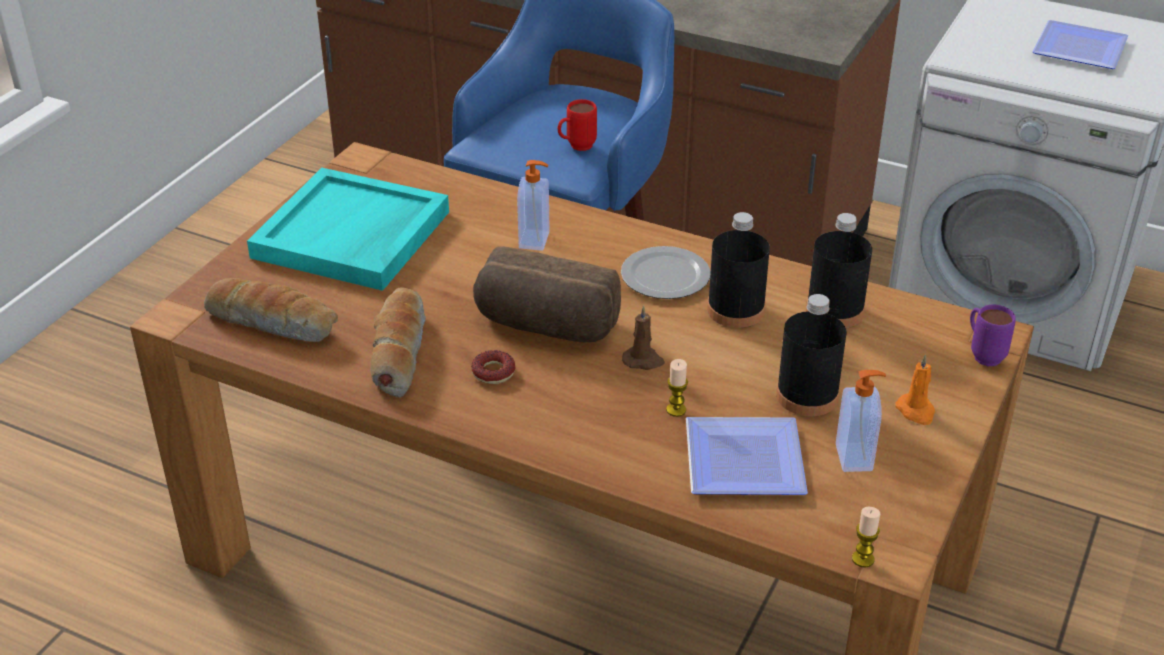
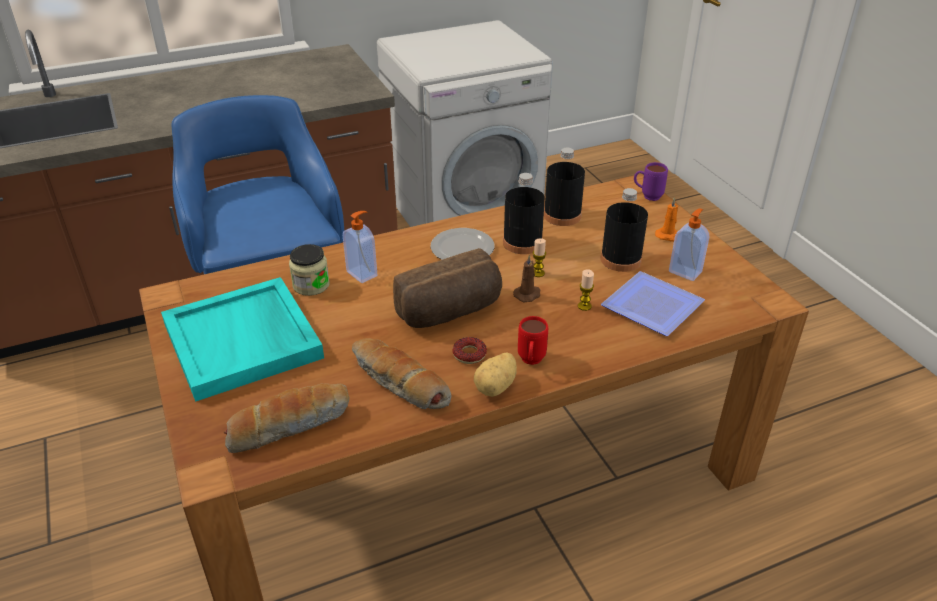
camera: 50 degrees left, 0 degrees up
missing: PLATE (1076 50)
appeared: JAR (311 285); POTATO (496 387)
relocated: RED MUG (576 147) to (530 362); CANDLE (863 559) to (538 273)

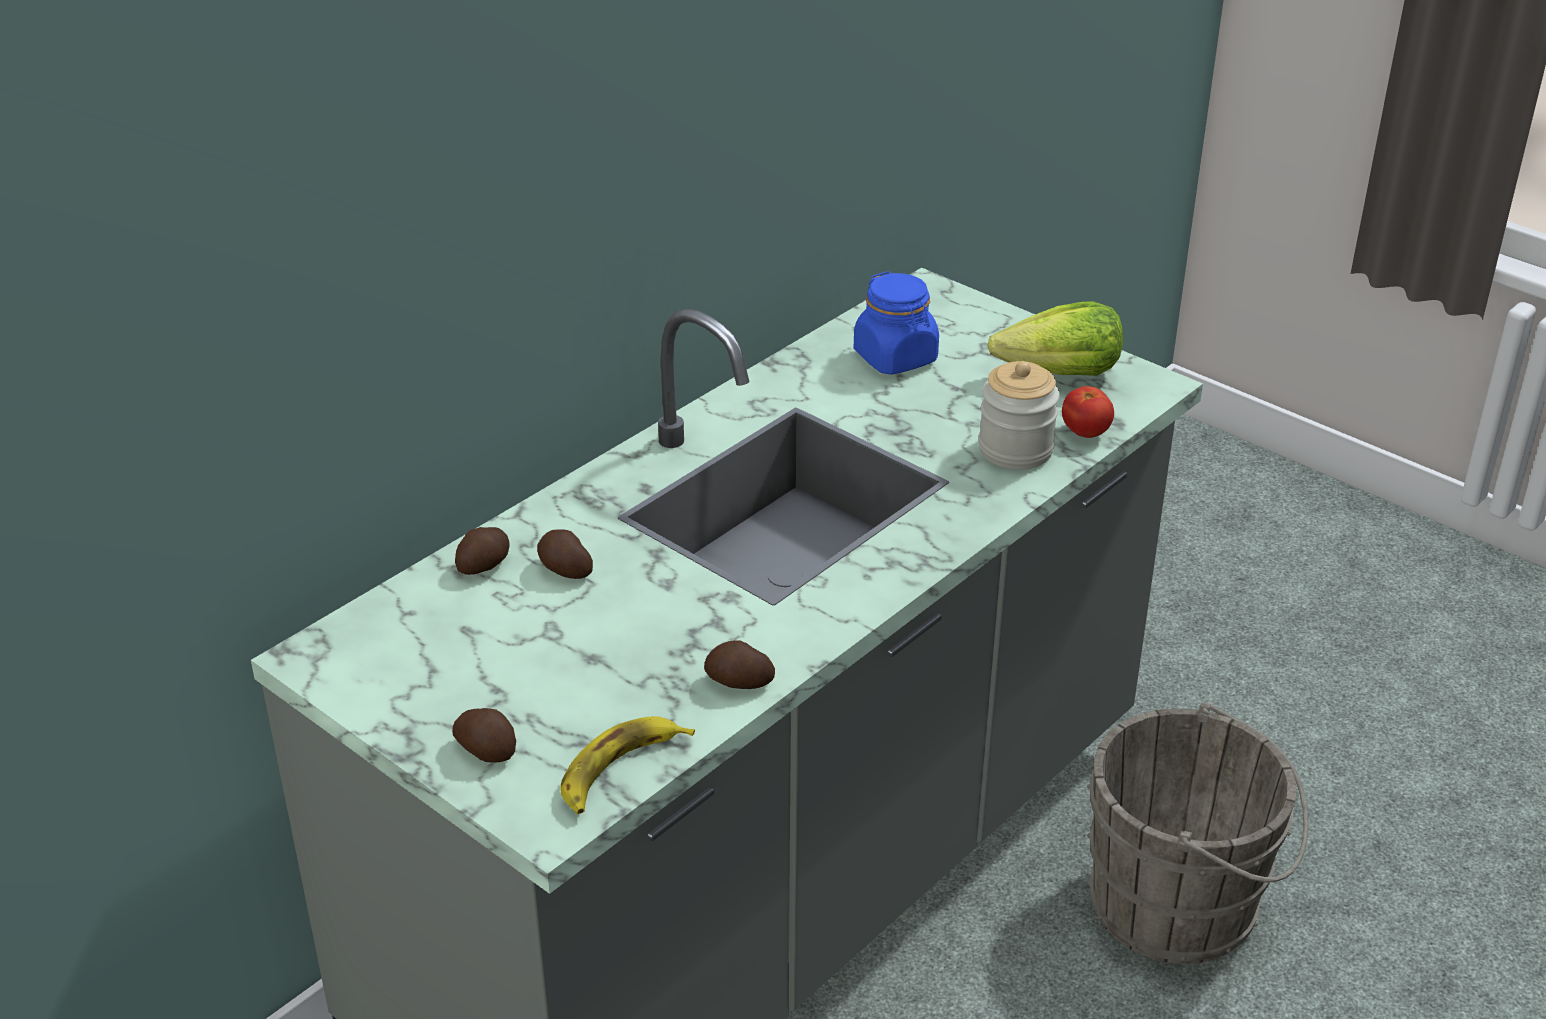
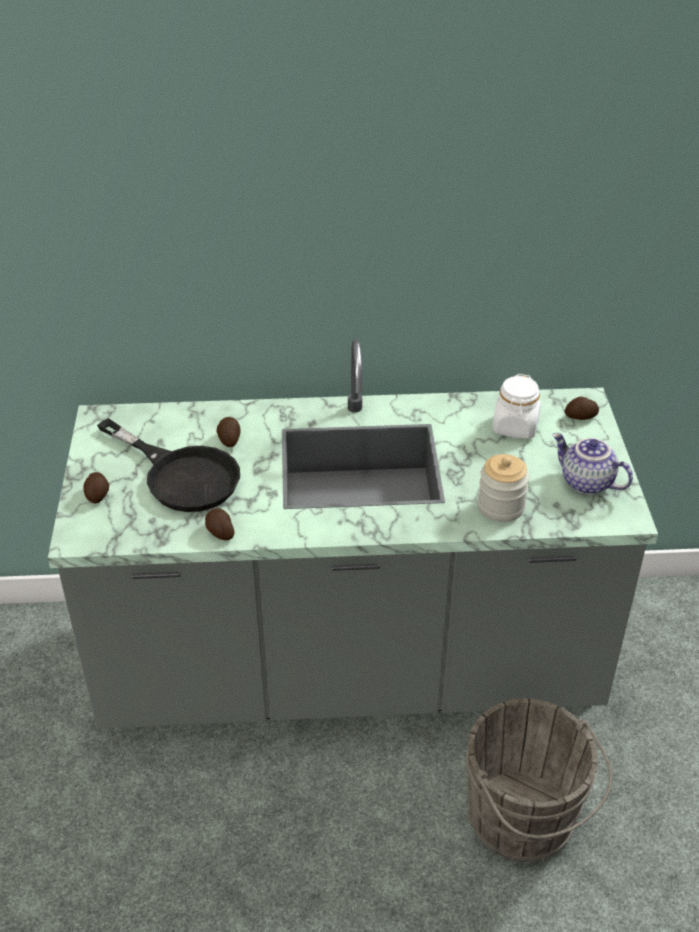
camera: 45 degrees right, 5 degrees up
missing: TOMATO (1085 432); BANANA (619 771)
appeared: BLACK FRYING PAN (181 475)
relocated: POTATO (485 565) to (581 417)
exchanged: LETTUCE (1059 374) to TEAPOT (585 483)
colour: BLUE JAR (896 358) to WHITE JAR (515 426)

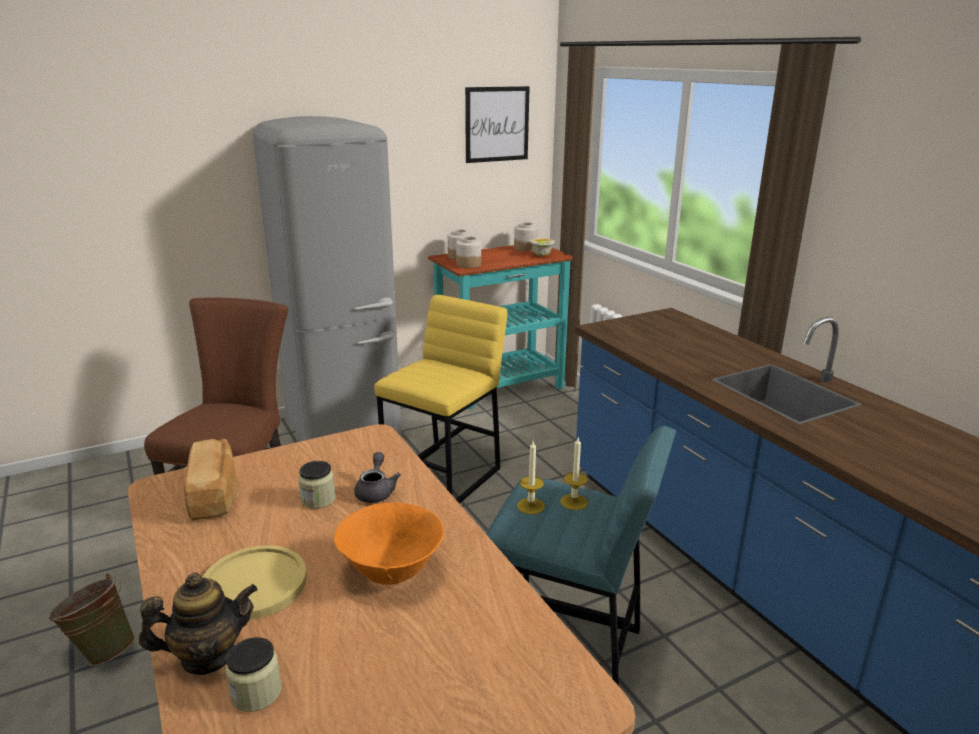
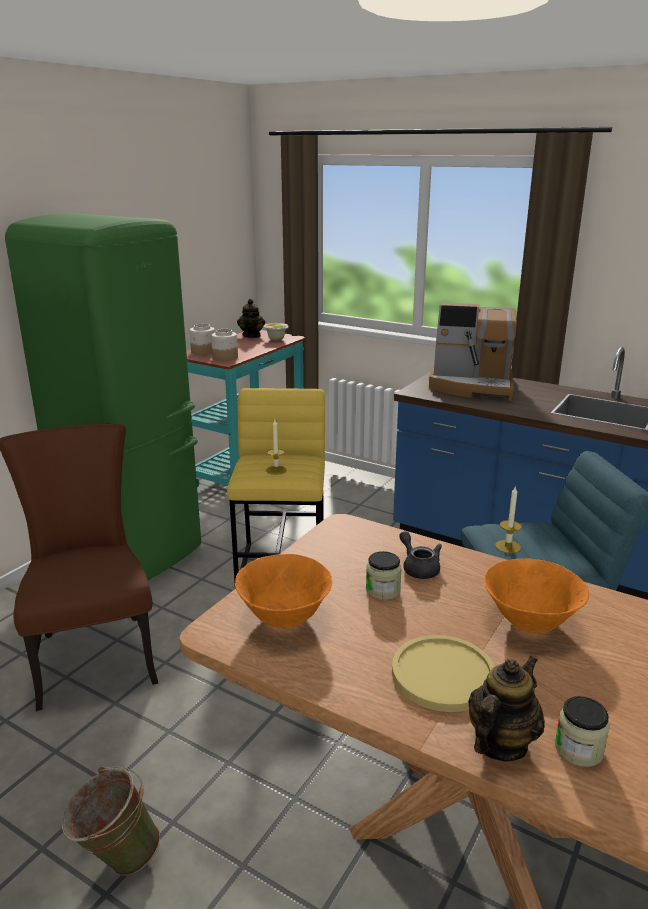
camera: 30 degrees left, 0 degrees up
missing: PICTURE (497 124)
appeared: COFFEE MACHINE (472 386)
relocated: CANDLE (574 502) to (276 470)
exchanged: JAR (525 248) to TEAPOT (252 336); BREAD (215 495) to ORANGE BOWL (284 619)
colour: GREY FRIDGE (346 428) to GREEN FRIDGE (137 552)

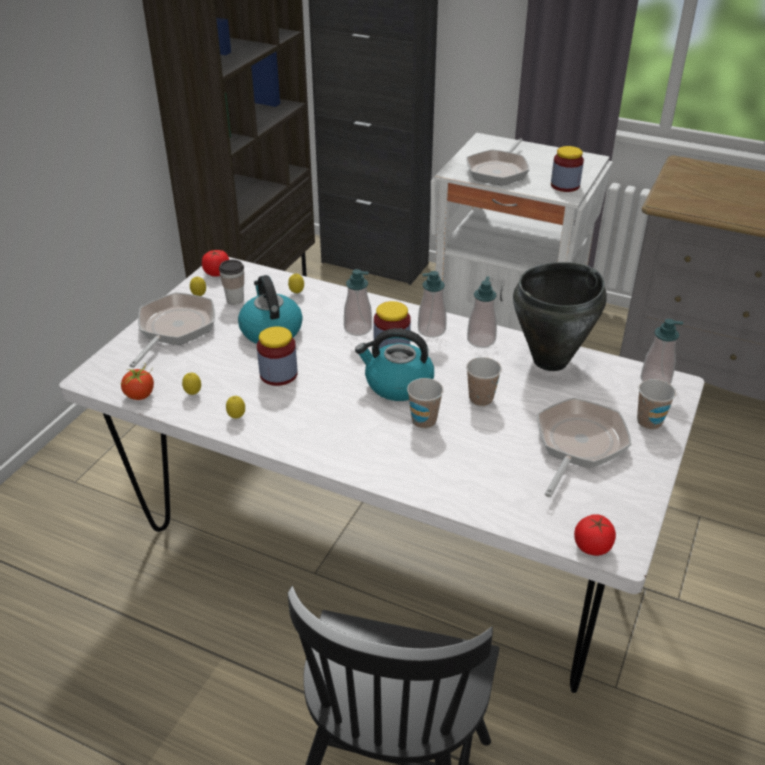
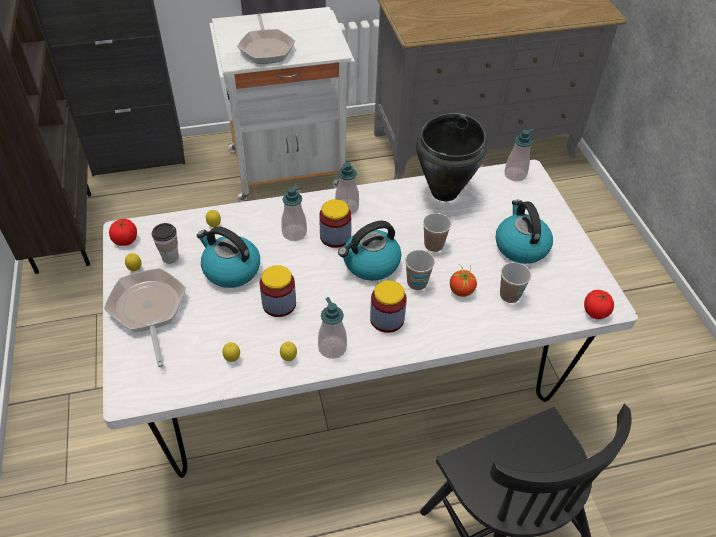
camera: 40 degrees left, 10 degrees up
relocated: JAR (565 185) to (387 319); SOAP DISPENSER (481 340) to (332 348); TOMATO (140 395) to (461 290); CUP (649 422) to (509 295)
exchanged: FRYING PAN (578 445) to KETTLE (520 246)

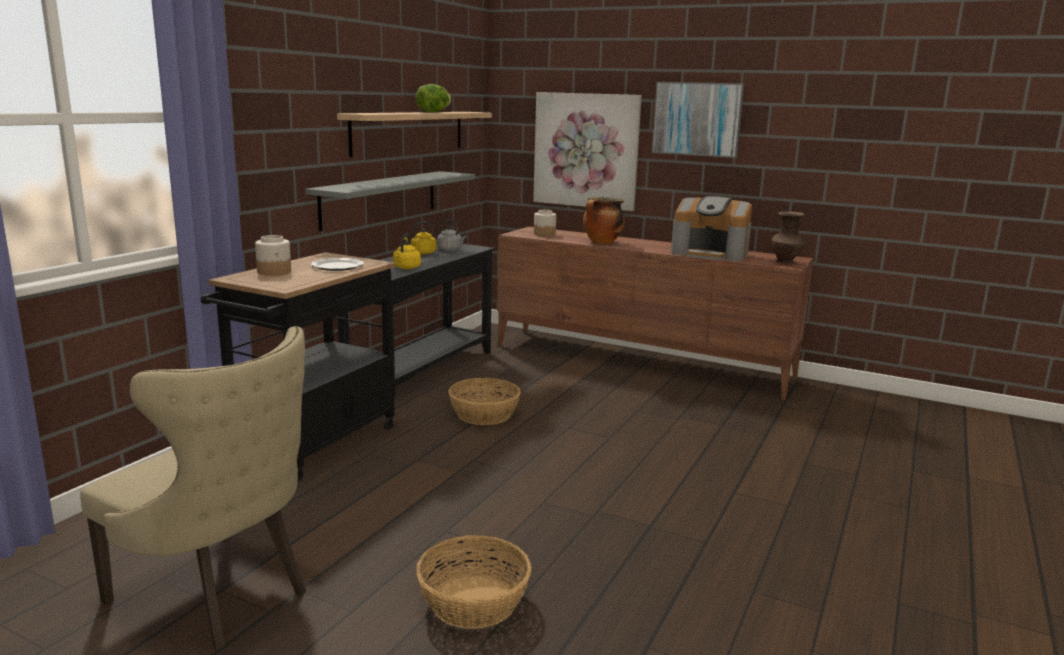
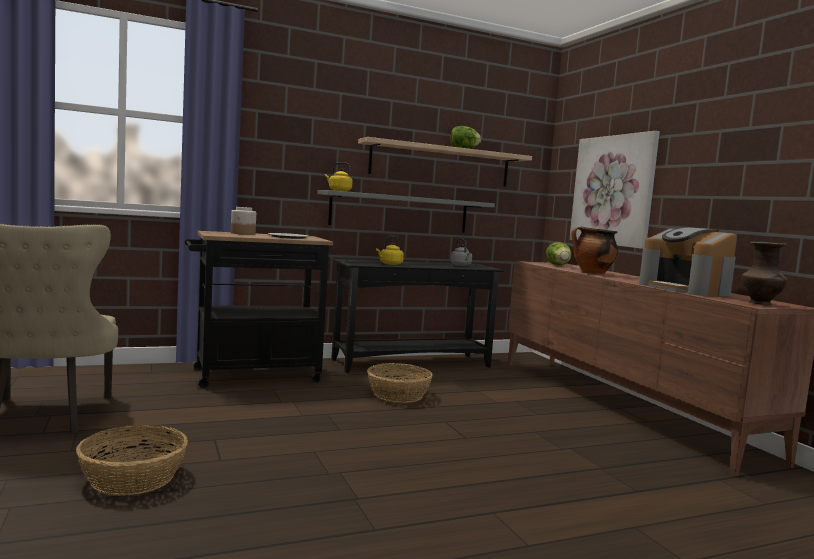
camera: 40 degrees right, 10 degrees down
missing: PICTURE (697 119)
relocated: YELLOW KETTLE (422 253) to (338 191)
exchanged: JAR (544 234) to LETTUCE (558 265)

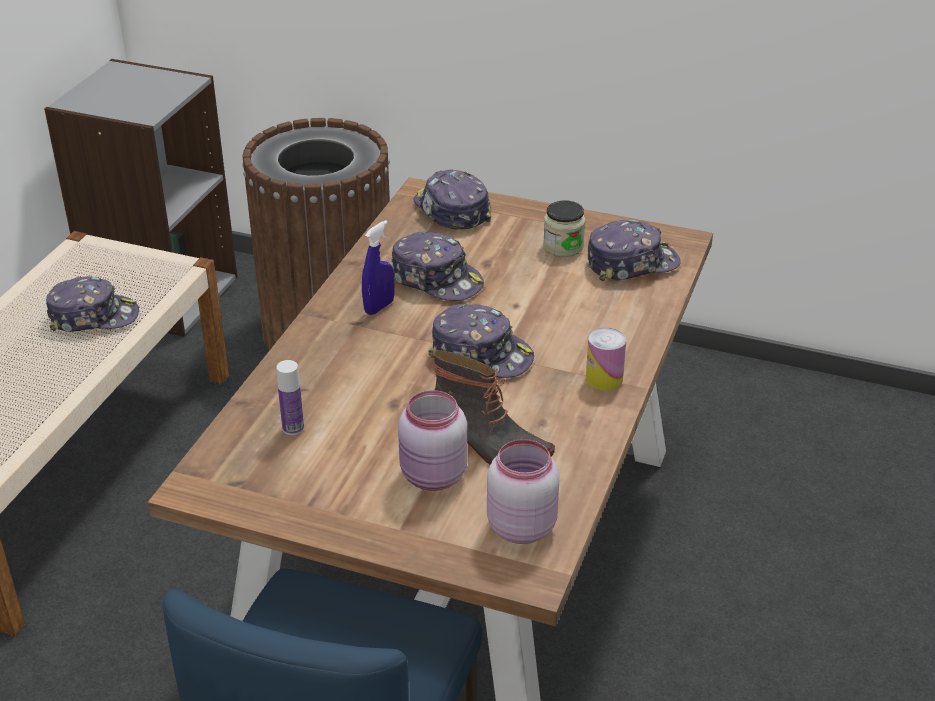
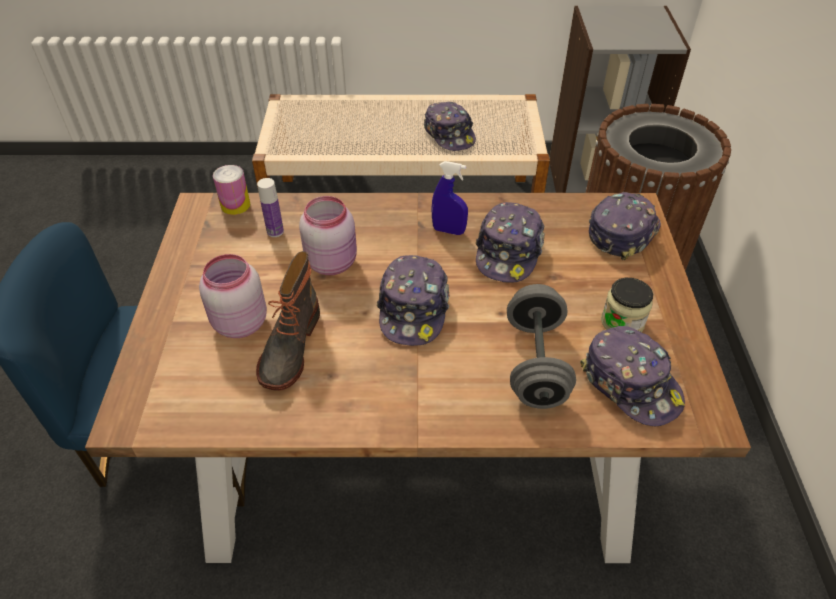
camera: 70 degrees right, 10 degrees up
appeared: GREY DUMBBELL (535 363)
relocated: CAN (604 378) to (235 205); PINK JAR (520 525) to (333 262)

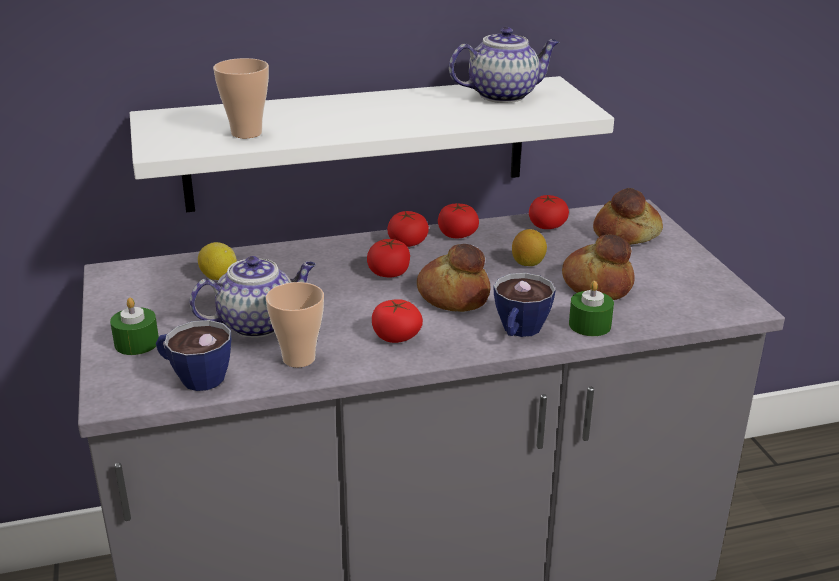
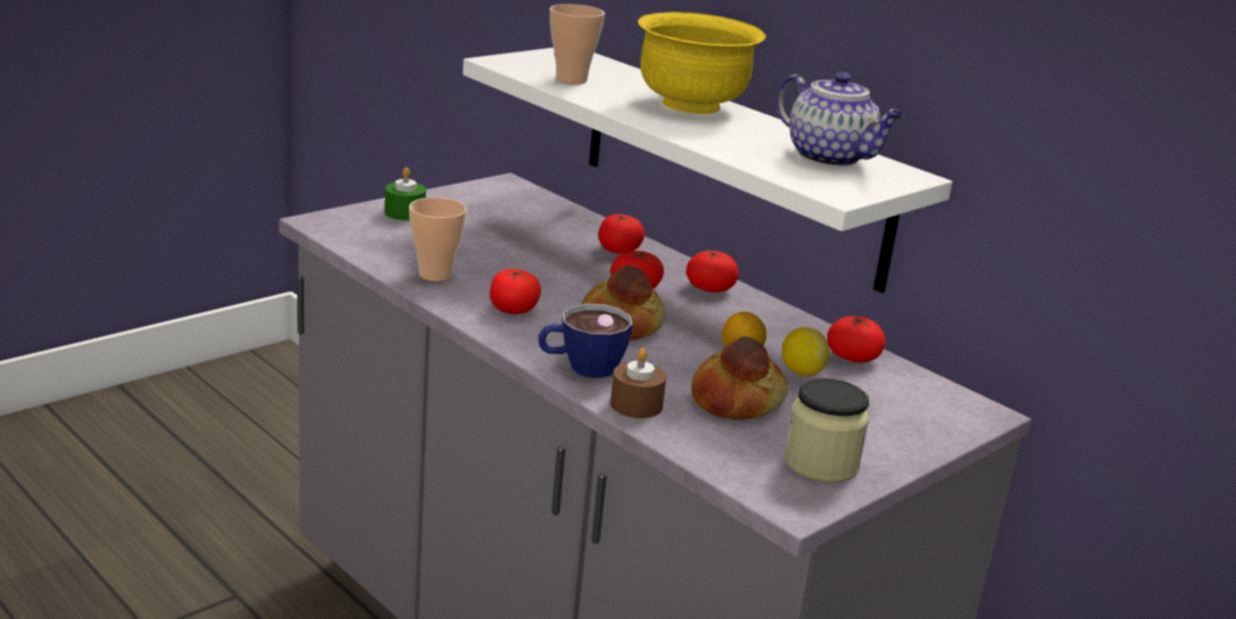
camera: 60 degrees right, 5 degrees down
missing: BREAD (626 234); TEAPOT (258 323); CUP (194 377)
appeared: YELLOW BOWL (691 106); JAR (821 464)
relocated: TOMATO (457 234) to (619 250); LEMON (218 277) to (801 372)
colour: GREEN CANDLE (589 325) to BROWN CANDLE (636 405)

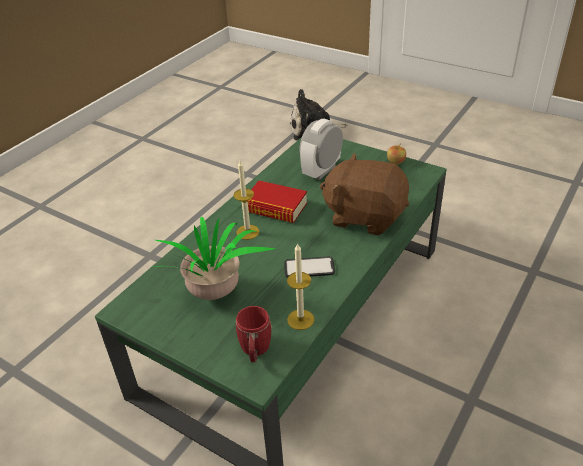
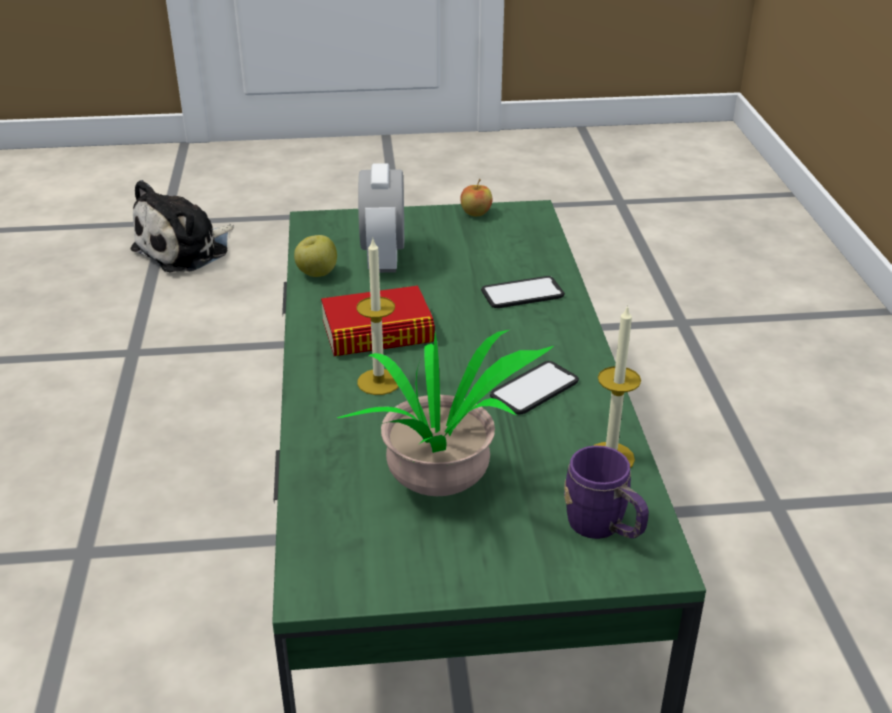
camera: 40 degrees left, 5 degrees down
appeared: APPLE (316 274)
exchanged: BROWN PLUSH TOY (365 216) to PHONE (522 293)
colour: RED MUG (255 351) to PURPLE MUG (604 529)

